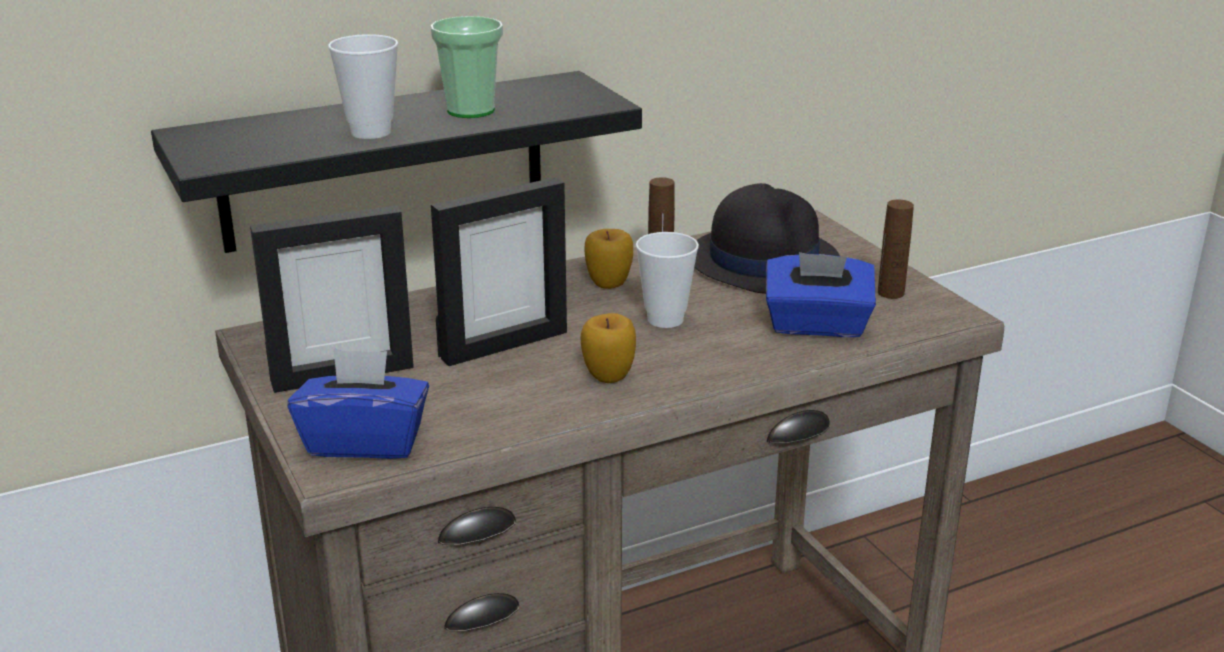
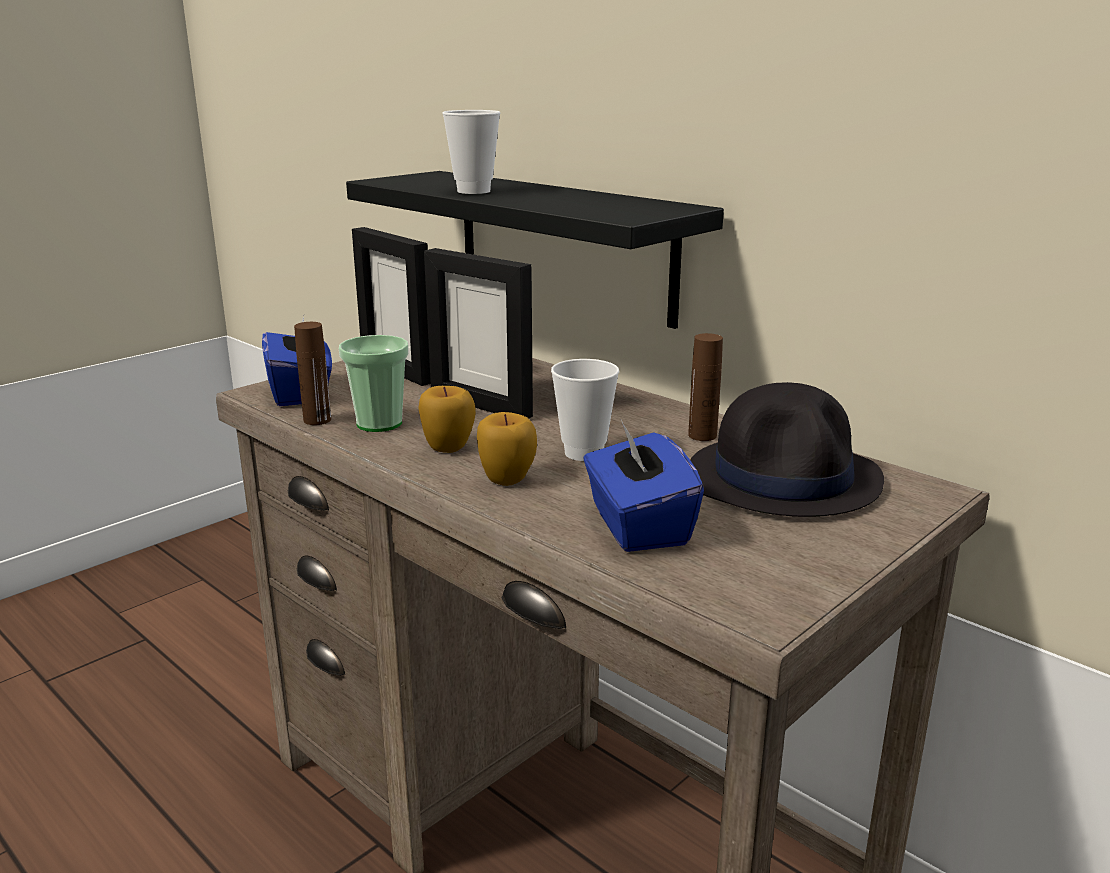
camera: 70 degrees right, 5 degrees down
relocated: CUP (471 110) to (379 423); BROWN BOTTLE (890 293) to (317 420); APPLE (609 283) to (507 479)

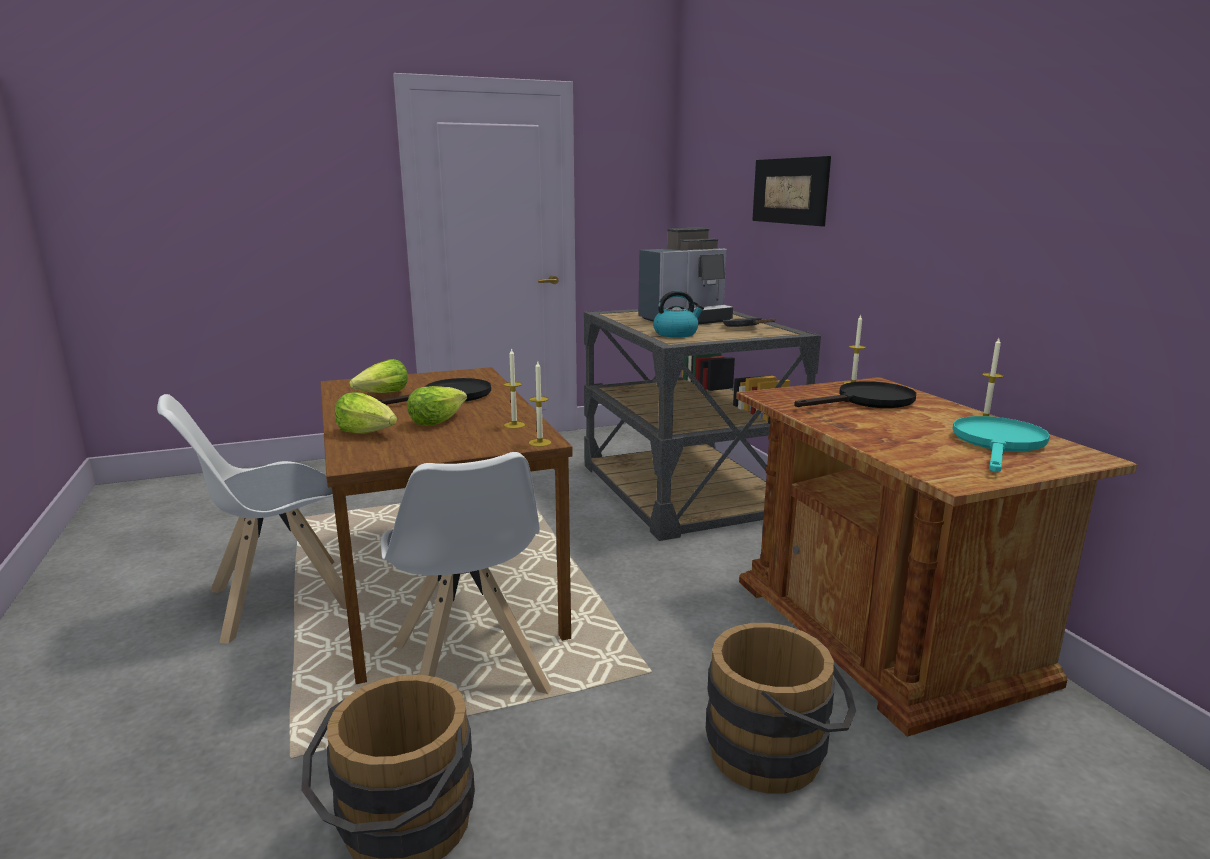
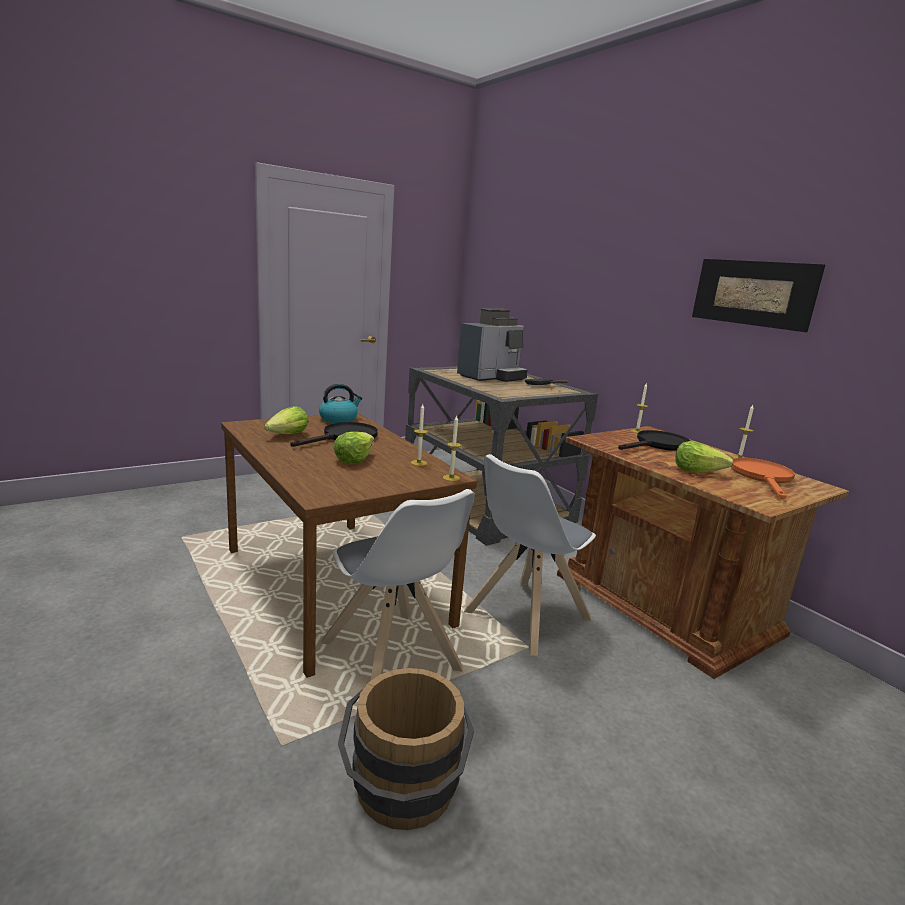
camera: 15 degrees left, 0 degrees up
missing: BROWN BUCKET (776 753)
relocated: PICTURE (789 191) to (753 293); KETTLE (676 334) to (339 419); LETTUCE (368 432) to (697 471); CHAIR (276 601) to (524 616)
colour: TURQUOISE FRYING PAN (998 444) to ORANGE FRYING PAN (763 477)

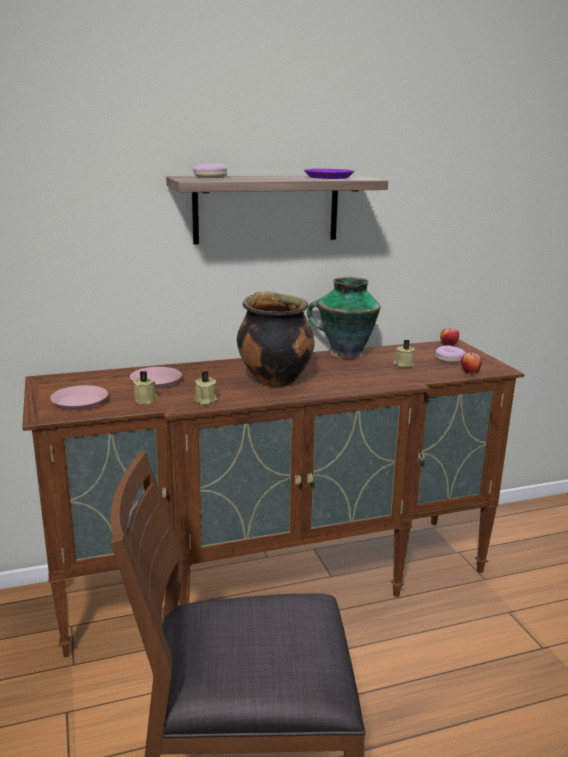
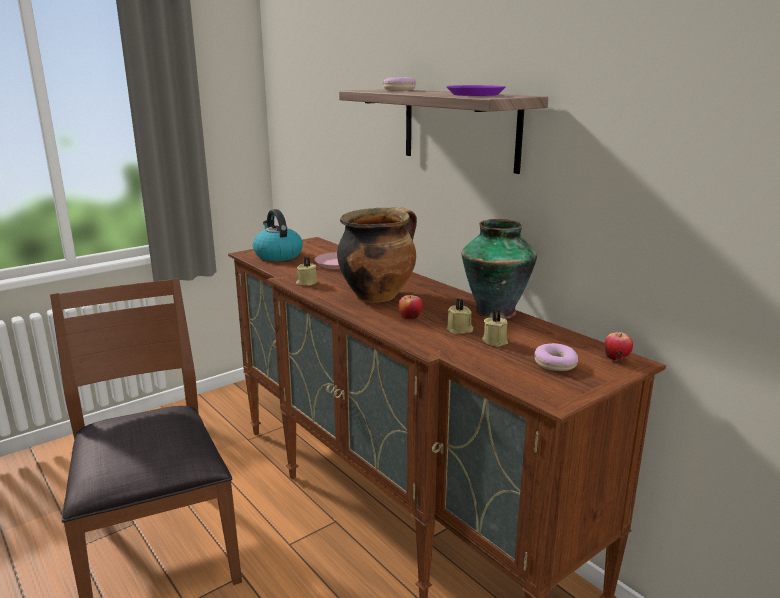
camera: 70 degrees right, 0 degrees up
relocated: APPLE (469 373) to (410 318); BEIGE CANDLE (146 400) to (460 330)
exchanged: PINK PLATE (80 402) to KETTLE (277 255)

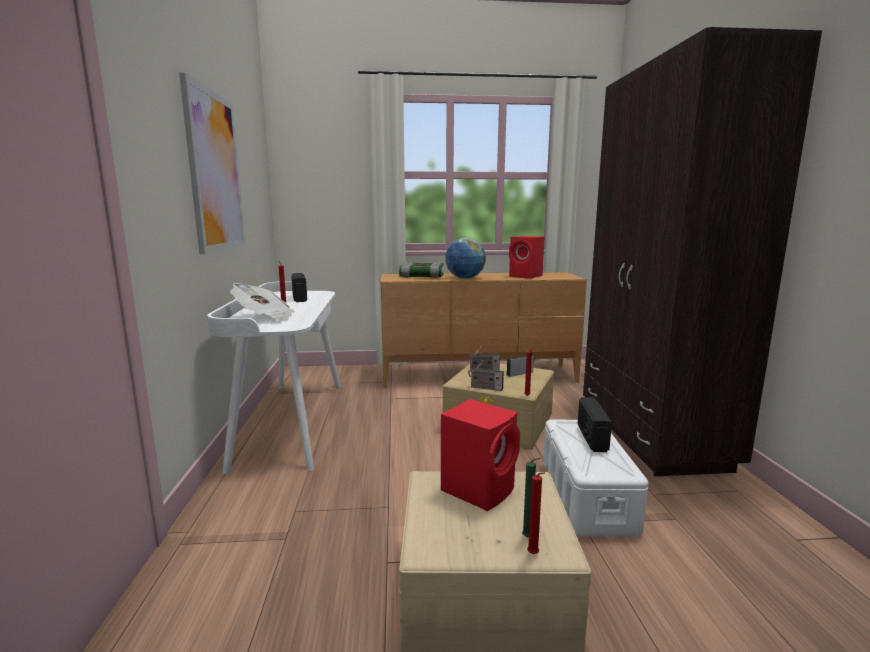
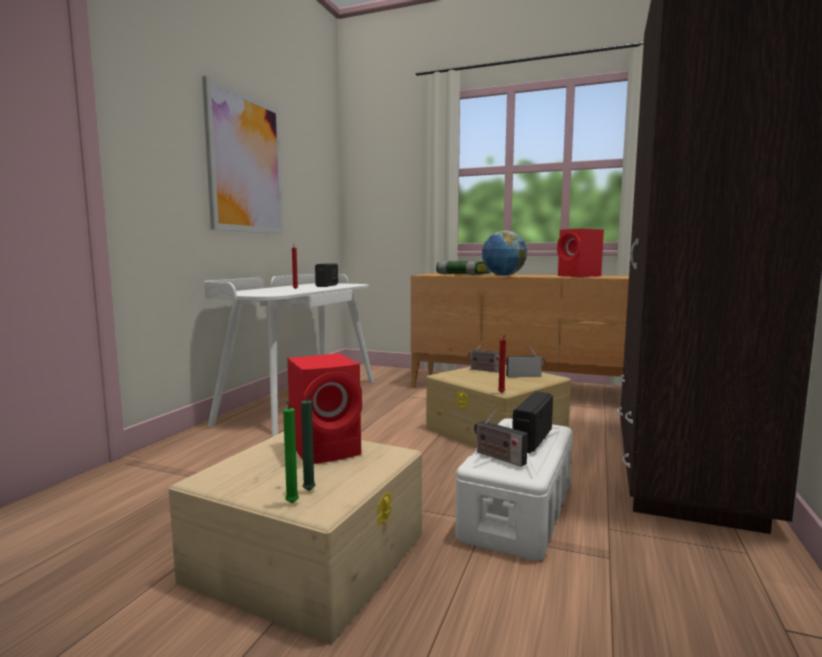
camera: 25 degrees right, 5 degrees down
missing: NEWSPAPER (265 318)
relocated: RADIO (485 388) to (498 457)
colour: RED CANDLE (534 555) to GREEN CANDLE (291 504)

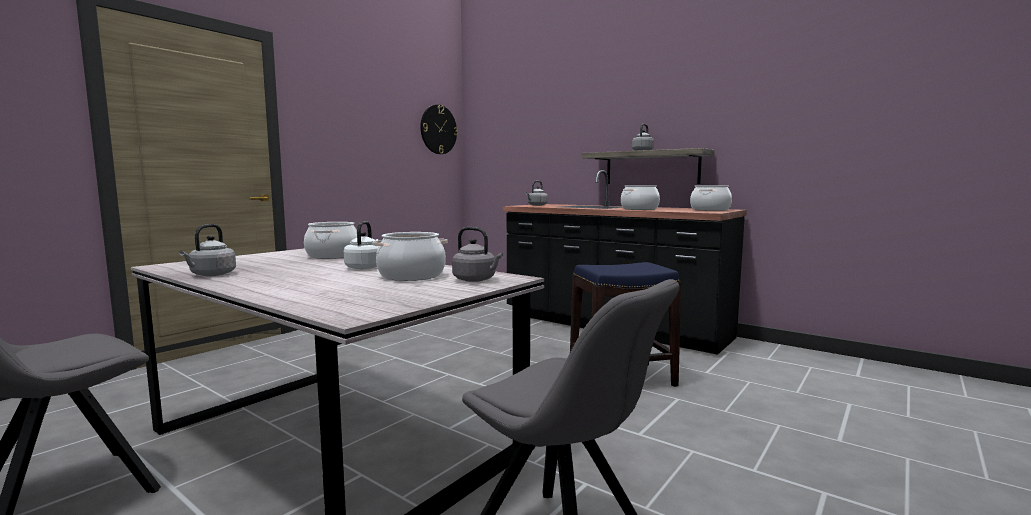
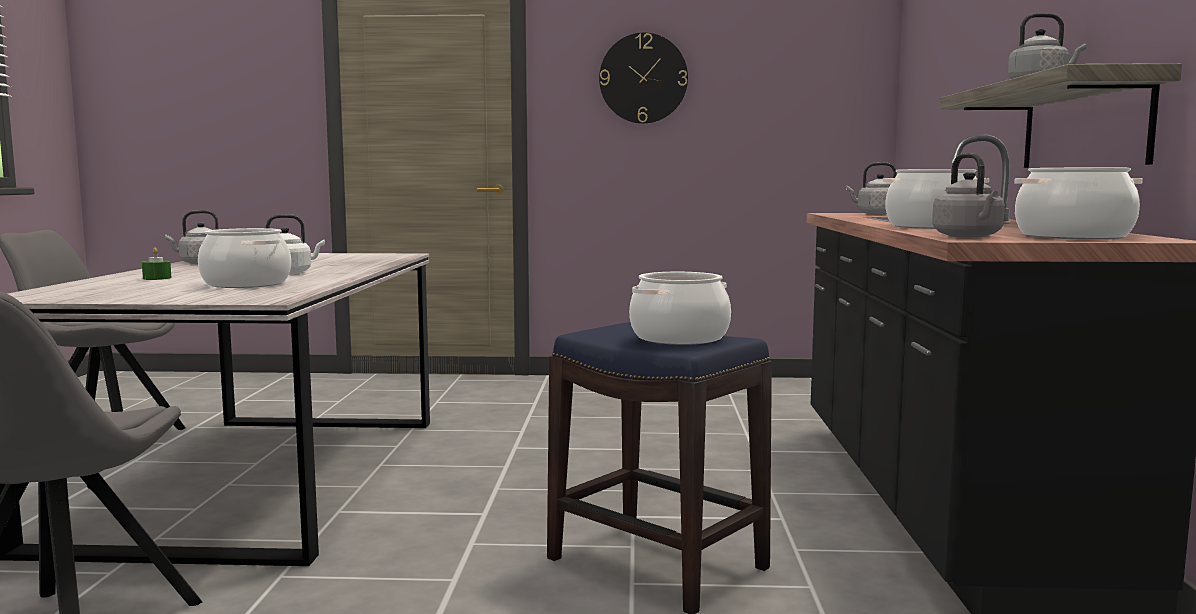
camera: 55 degrees right, 0 degrees up
appeared: GREEN CANDLE (157 278)
relocated: WALL CLOCK (438 129) to (643 78); COOKING POT (333 256) to (679 337); GREY KETTLE (476 280) to (968 236)

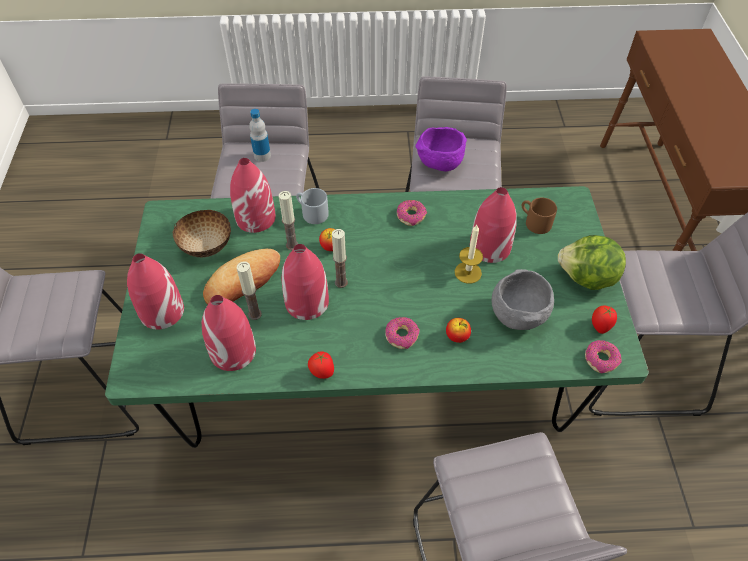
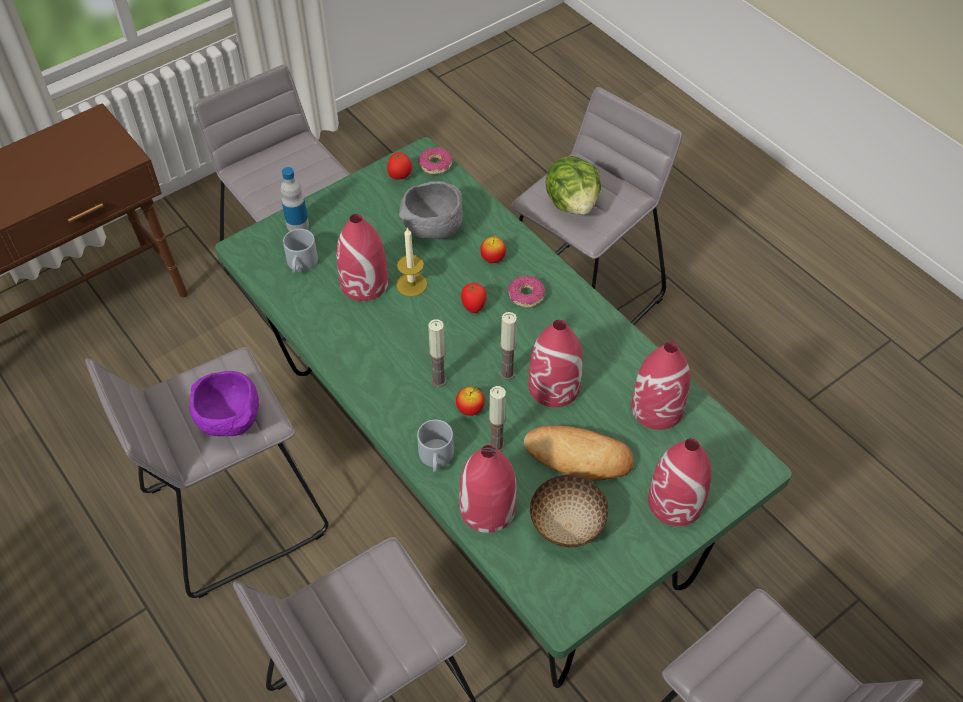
camera: 125 degrees left, 0 degrees up
missing: DONUT (411 216)
relocated: BOTTLE (262 156) to (297 225); LETTUCE (587 278) to (572 203); CANDLE (255 314) to (439 380); TOMATO (322 372) to (473 307)
colour: BROWN MUG (534 222) to GREY MUG (301 264)

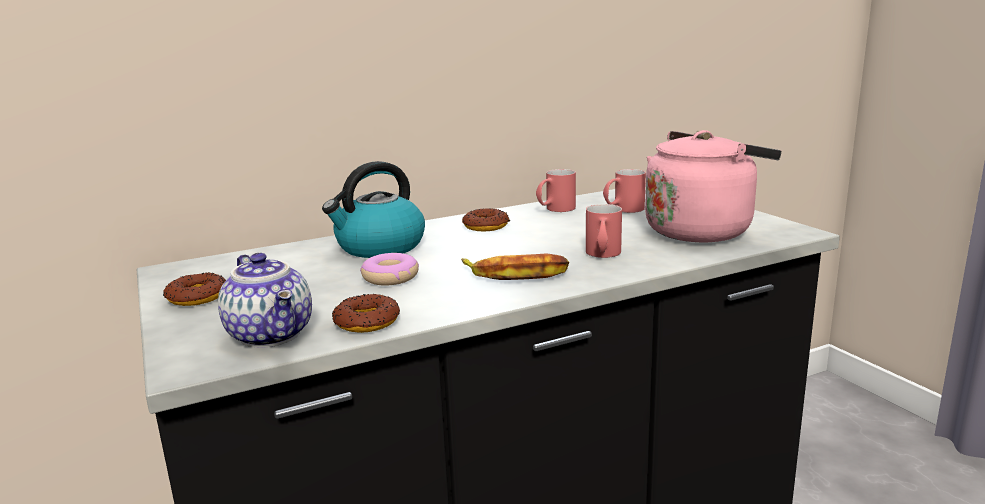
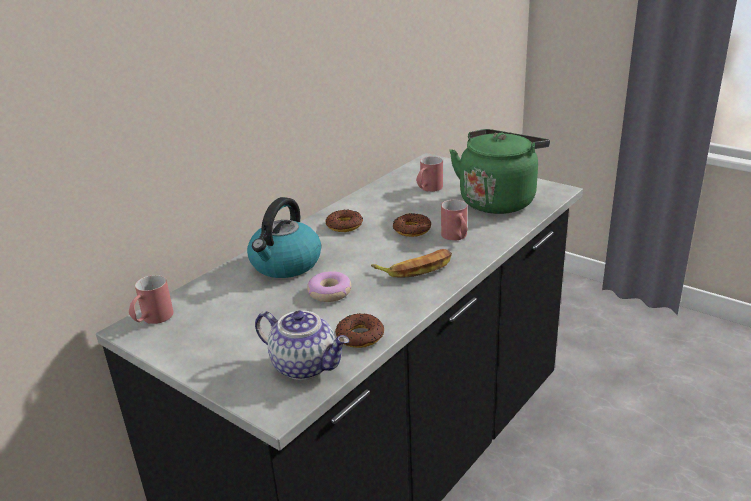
camera: 25 degrees left, 10 degrees up
relocated: RED MUG (555 210) to (152 320); DONUT (197 297) to (412 230)
colour: PINK KETTLE (702 230) to GREEN KETTLE (498 200)

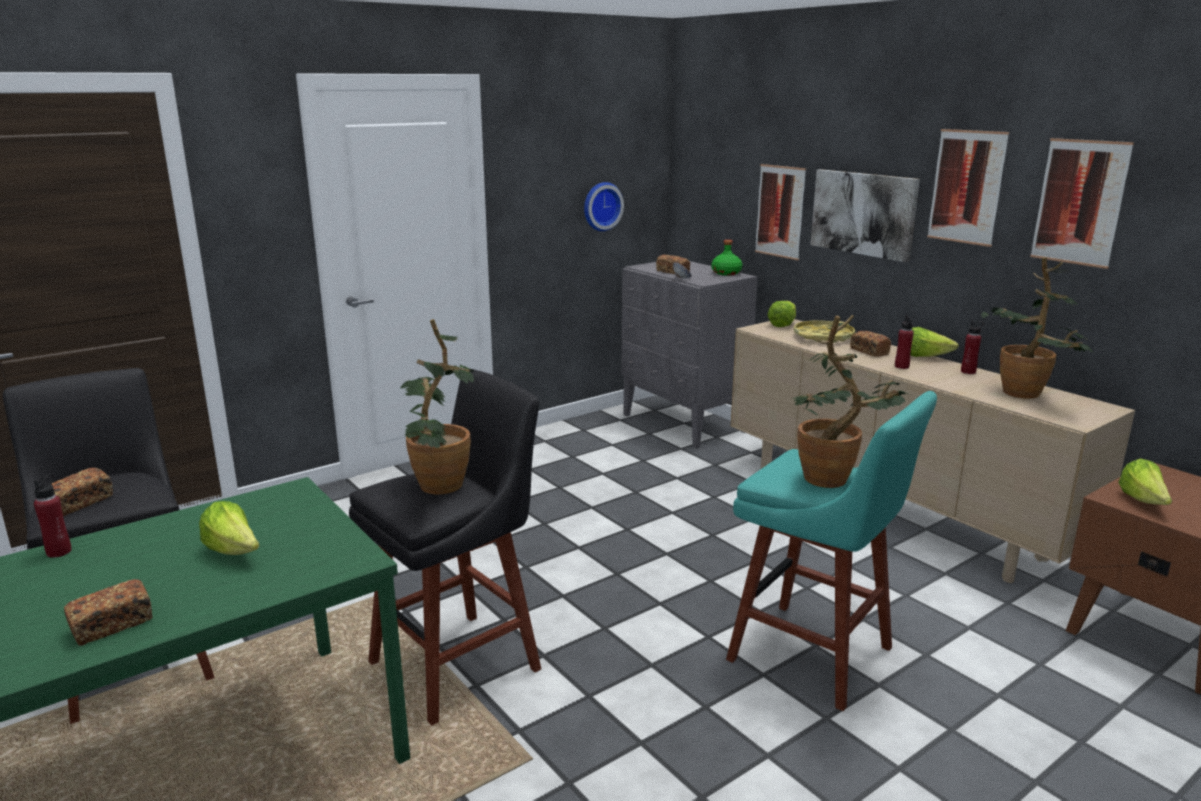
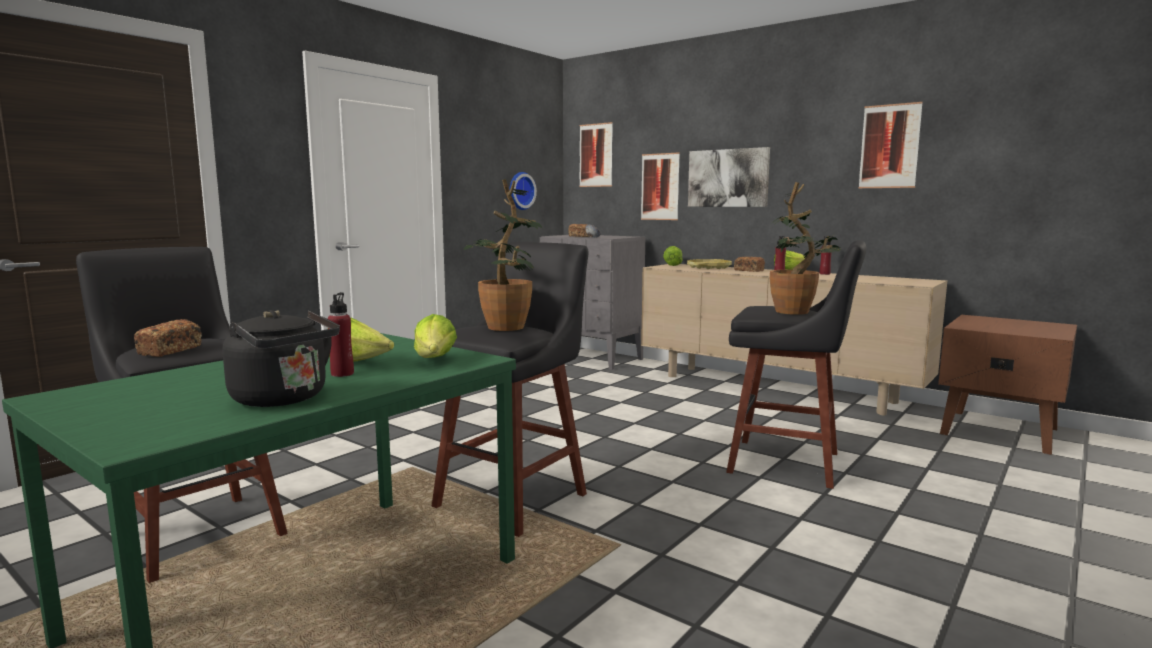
camera: 15 degrees left, 10 degrees down
missing: GREEN BOTTLE (726 273); POTTED PLANT (1025 396)
relocated: PICTURE (966 187) to (596 155); LETTUCE (1143 501) to (434 360); RED BOTTLE (59 552) to (342 374)
exchanged: BREAD (112 625) to BLACK KETTLE (284 399)
colour: TURQUOISE STOOL (813 656) to BLACK STOOL (787 463)

